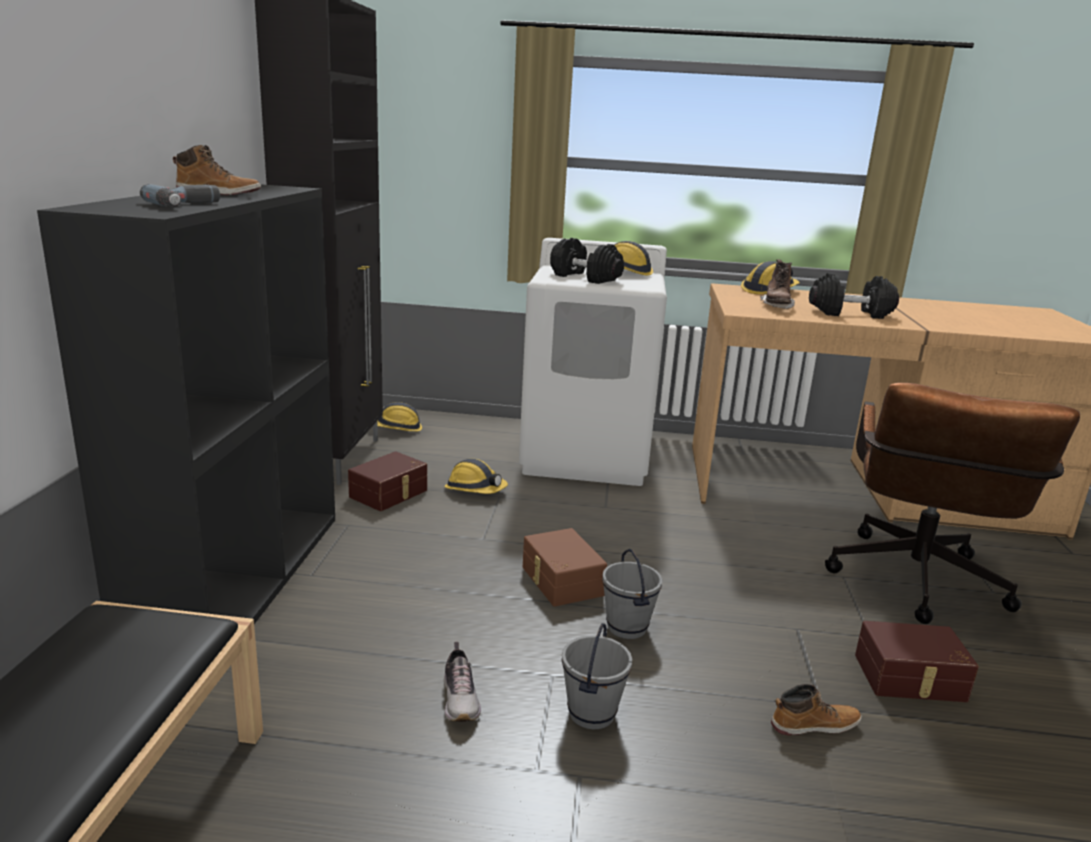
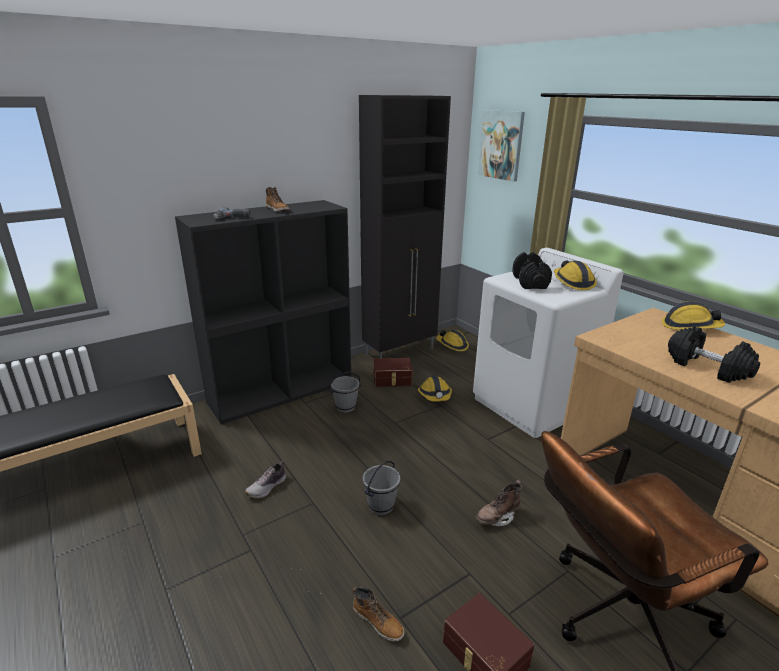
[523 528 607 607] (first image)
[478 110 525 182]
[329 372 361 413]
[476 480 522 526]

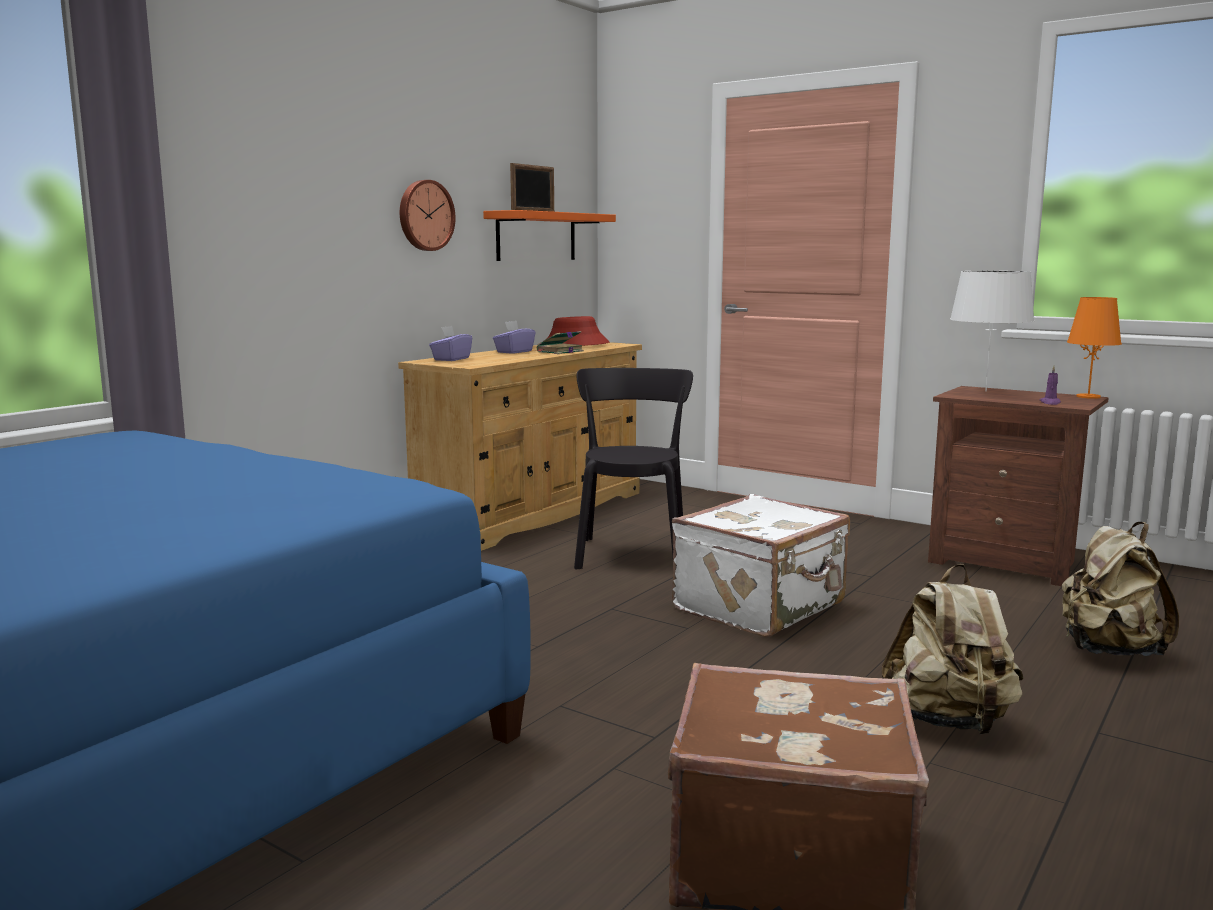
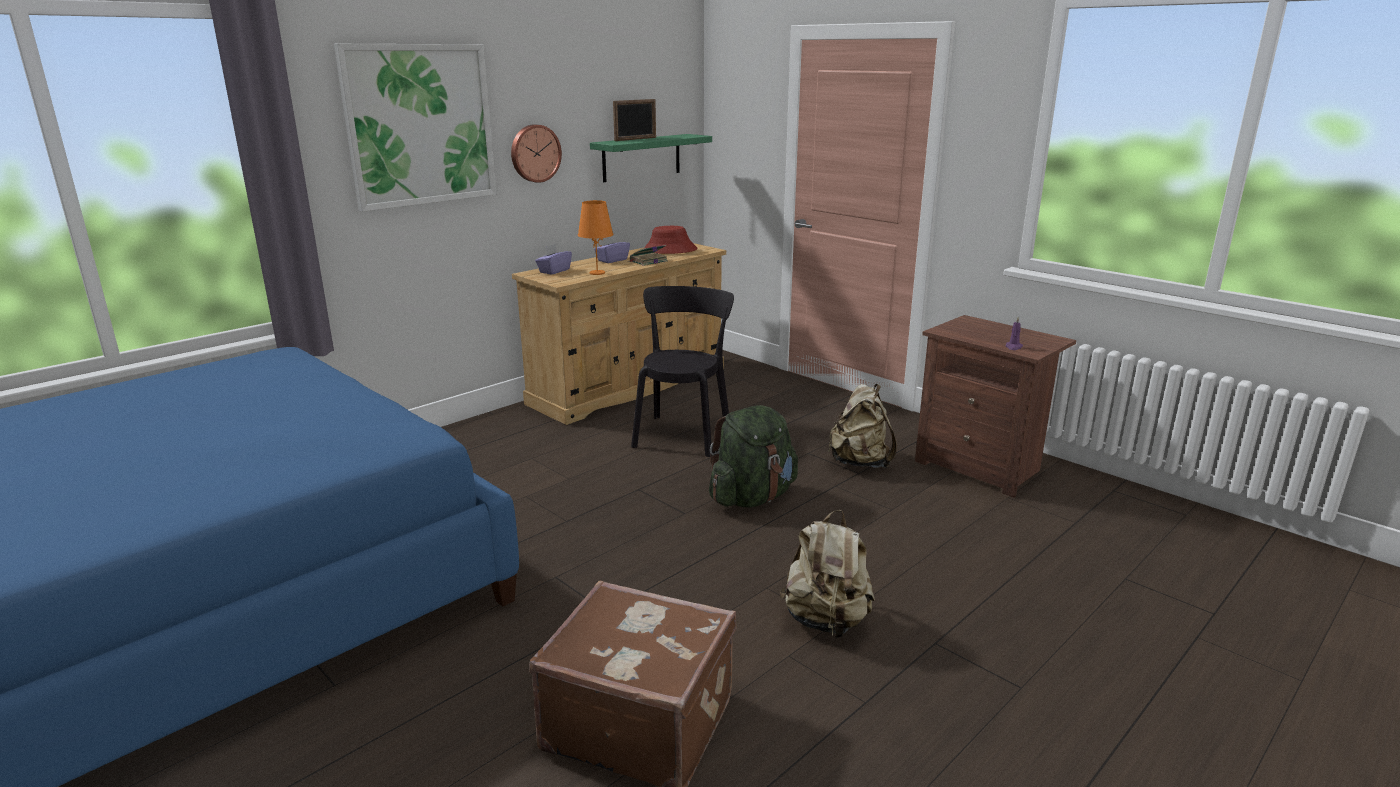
[950 271 1035 391] (first image)
[334 44 497 212]
[828 384 897 468]
[578 200 613 275]
[709 405 798 507]
[590 134 712 182]

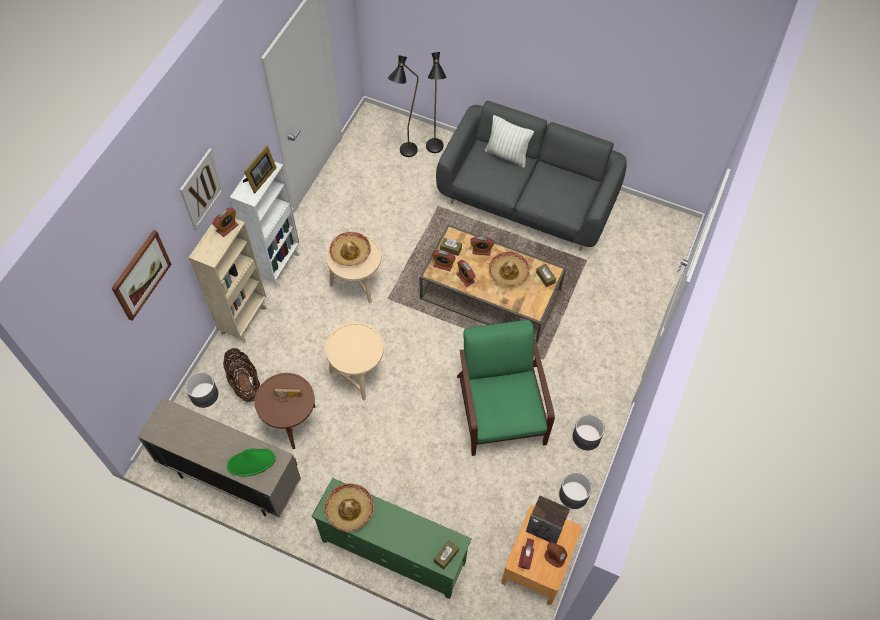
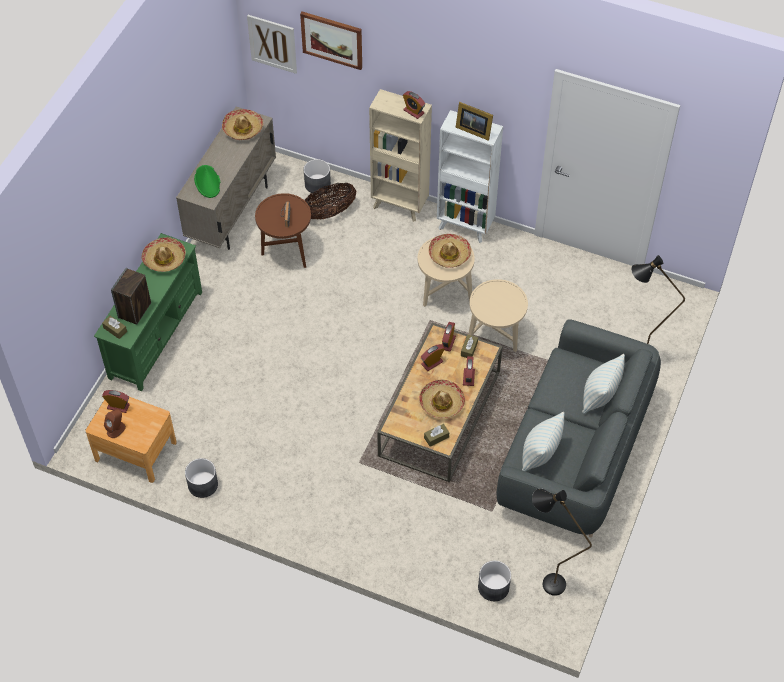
[457 320 555 456] (first image)
[222 109 263 140]
[522 412 565 471]
[247 15 297 74]
[468 279 528 352]
[532 488 592 596]
[111 268 151 325]
[478 560 511 601]

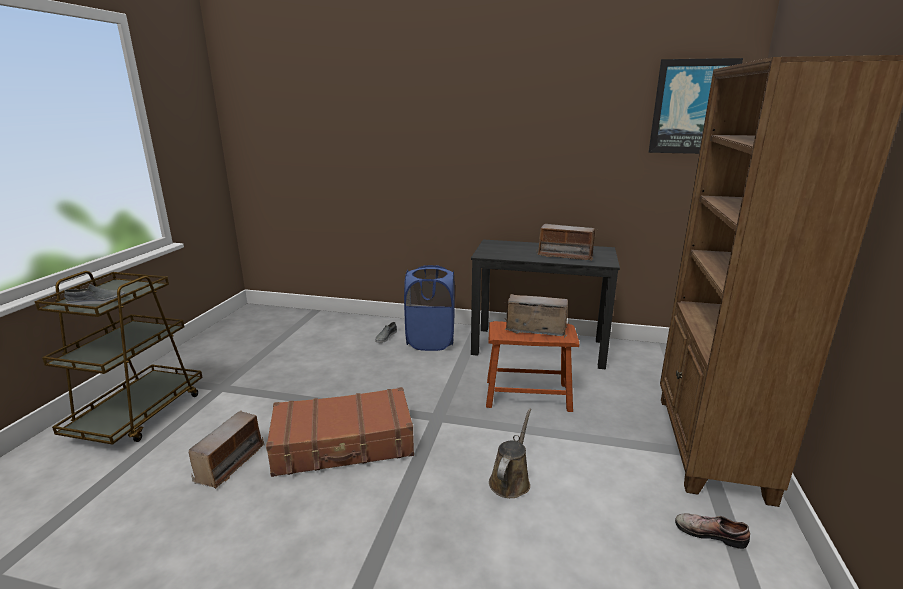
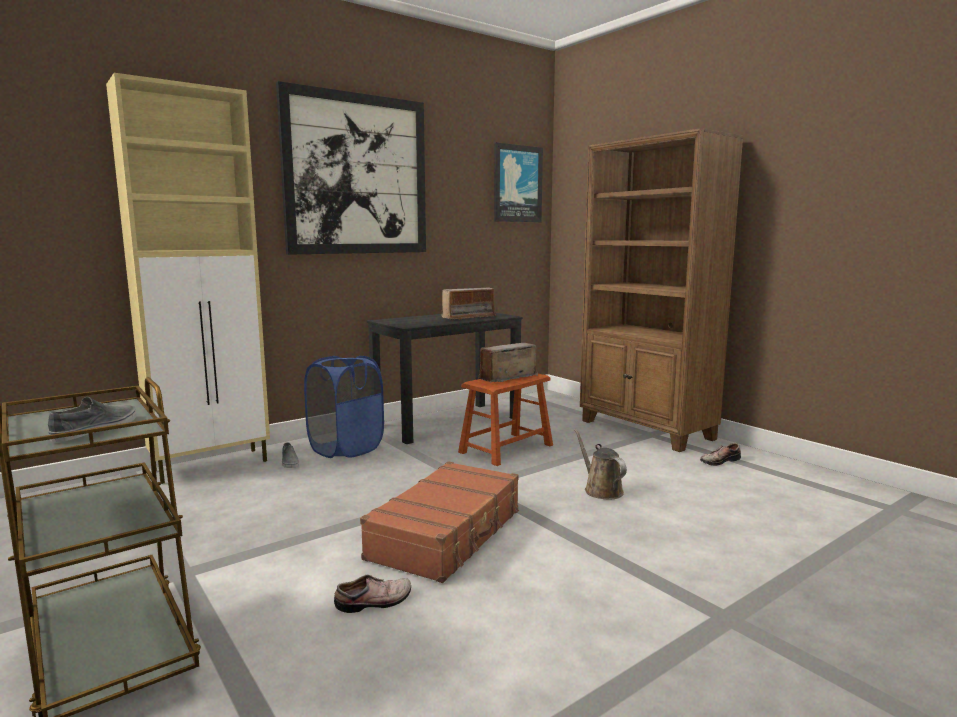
[106 73 270 484]
[276 81 426 255]
[334 575 411 613]

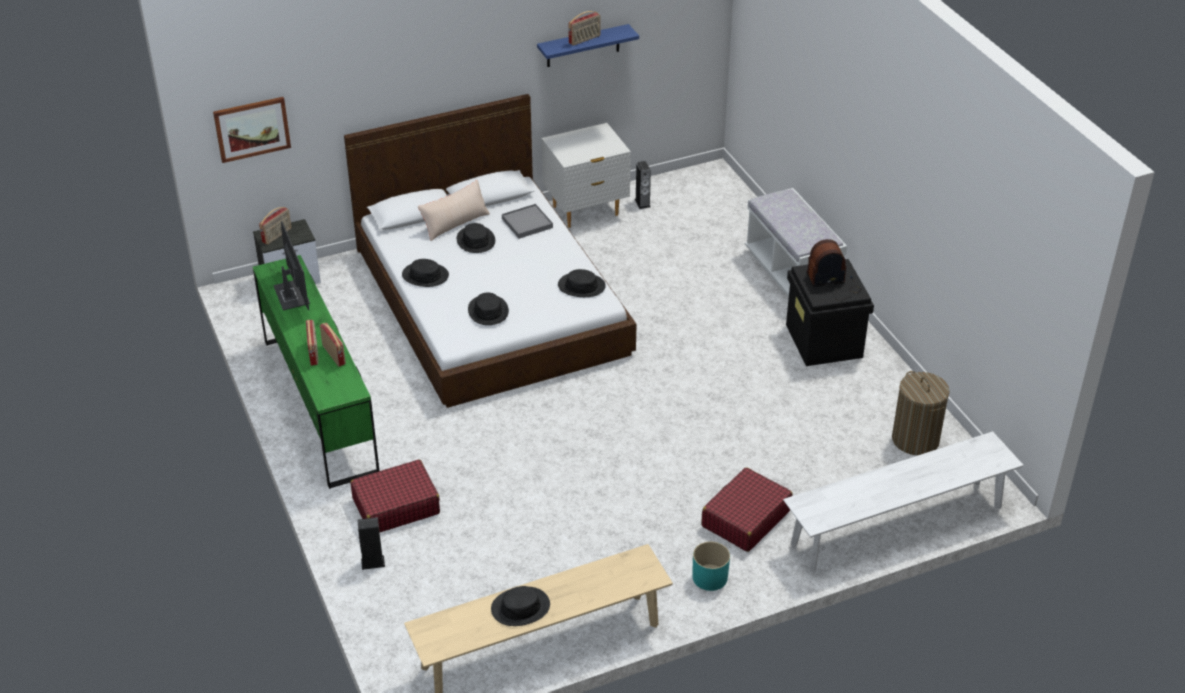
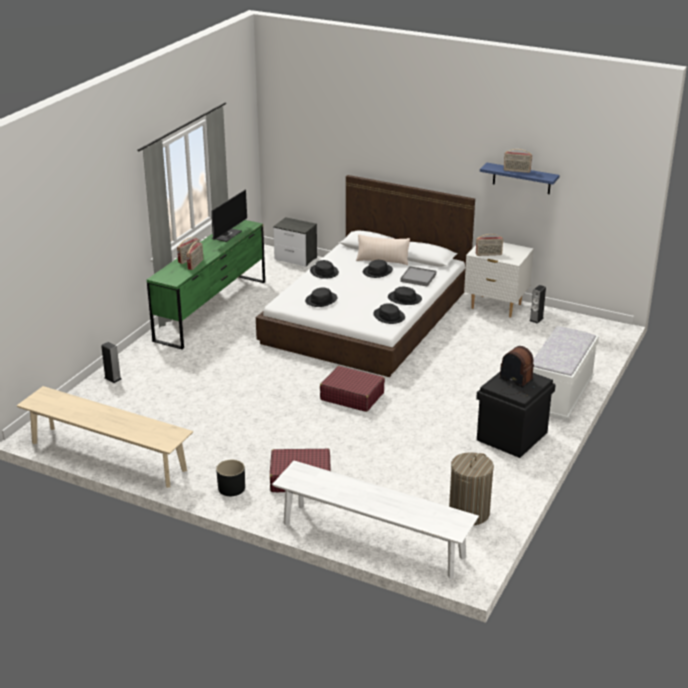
[213 97 291 163] (first image)
[476 234 503 256]
[320 366 385 412]
[388 287 422 305]
[216 460 245 496]

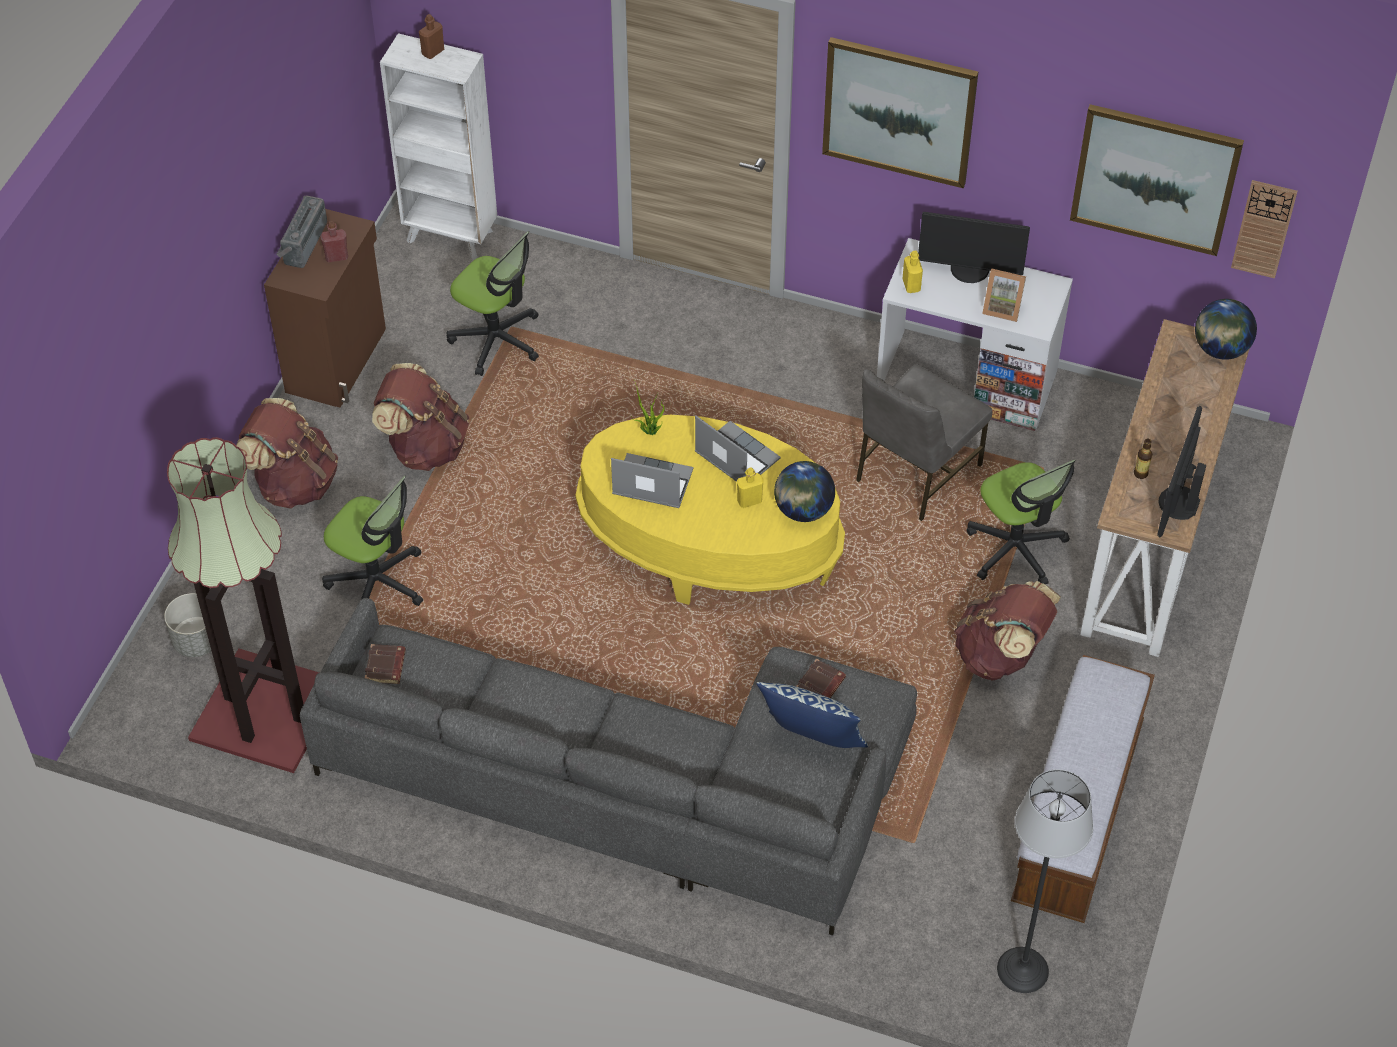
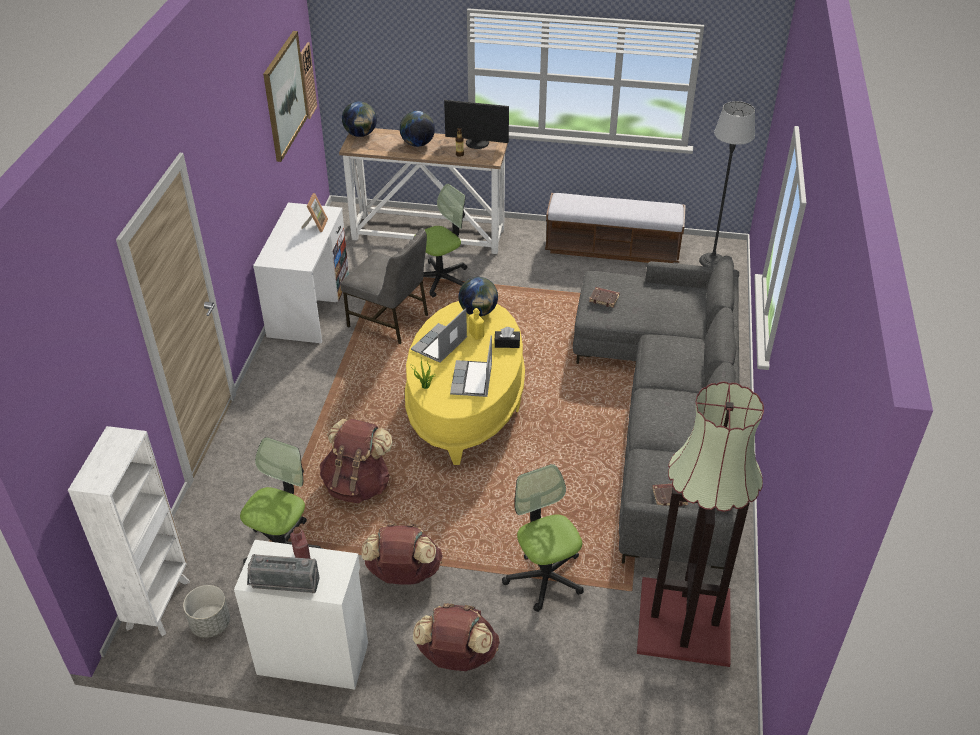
[419 14 444 59] (first image)
[756 682 868 748] (first image)
[822 37 978 188] (first image)
[902 250 923 293] (first image)
[918 212 1030 283] (first image)
[400 111 435 147]
[495 327 520 348]
[183 585 230 638]
[320 419 393 503]
[234 540 368 689]
[502 464 584 612]

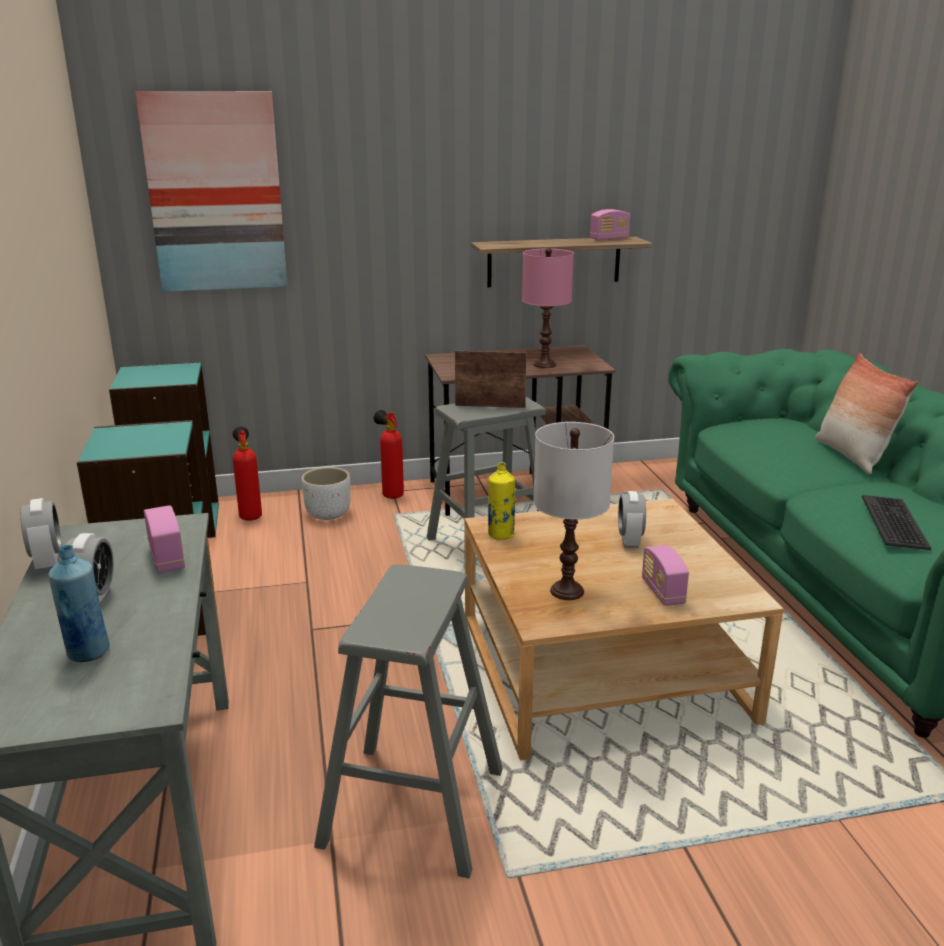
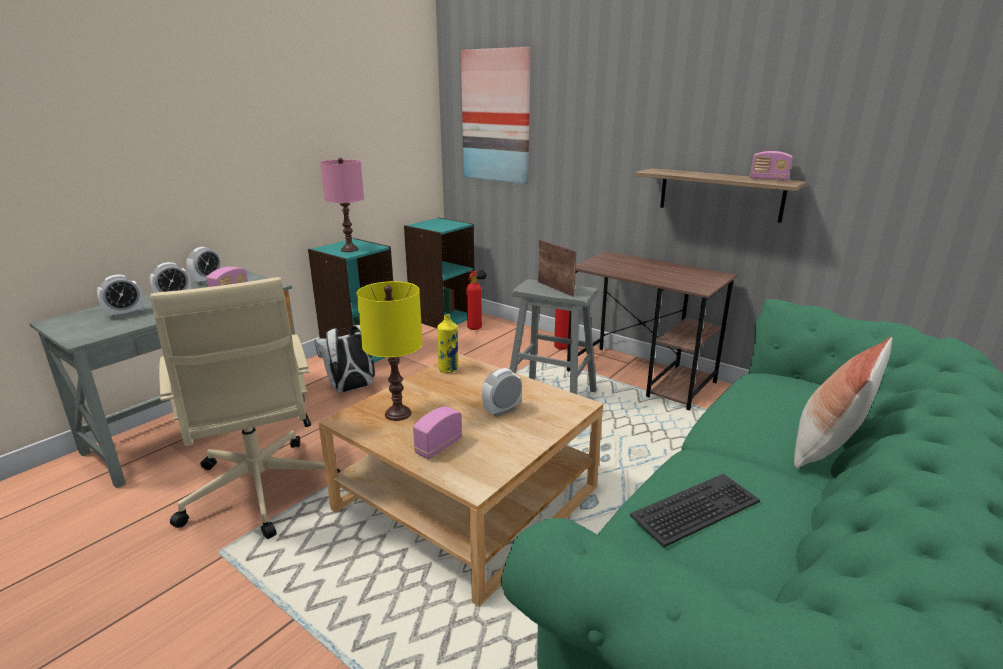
[302 467 350 520] (first image)
[315 325 375 393]
[320 158 364 252]
[97 274 144 318]
[150 277 341 539]
[357 281 423 421]

